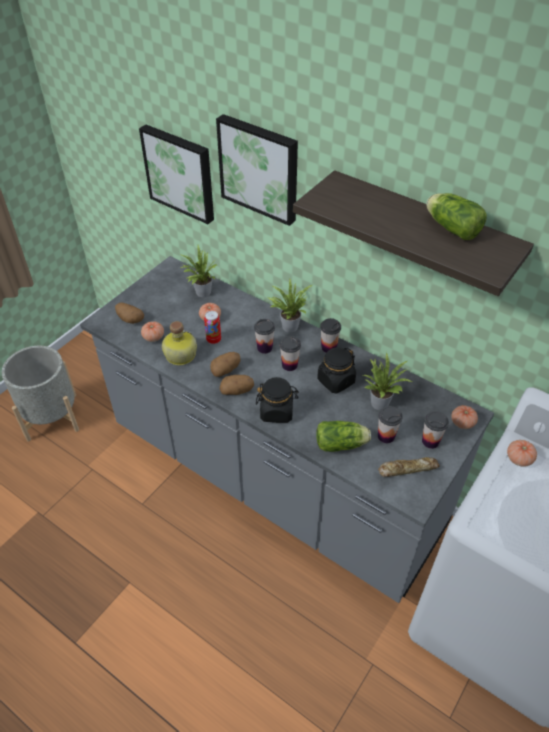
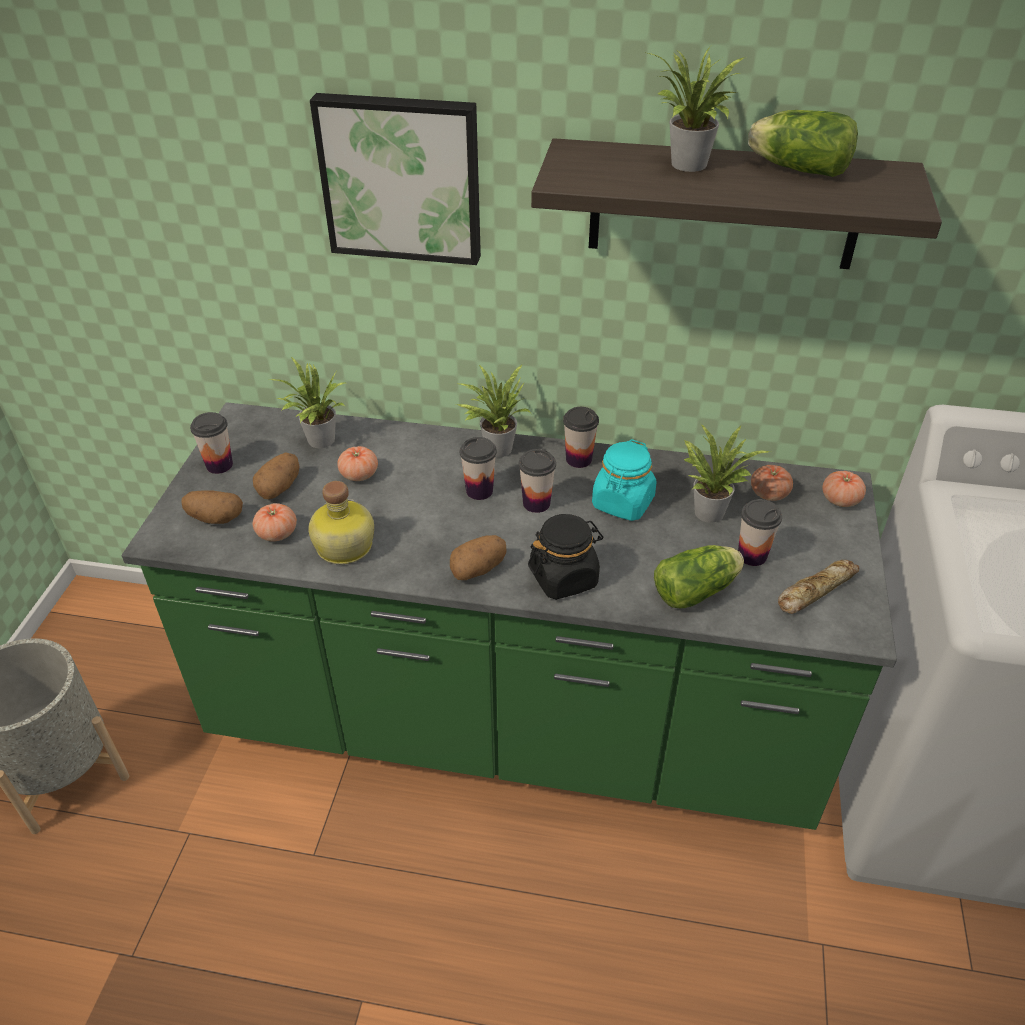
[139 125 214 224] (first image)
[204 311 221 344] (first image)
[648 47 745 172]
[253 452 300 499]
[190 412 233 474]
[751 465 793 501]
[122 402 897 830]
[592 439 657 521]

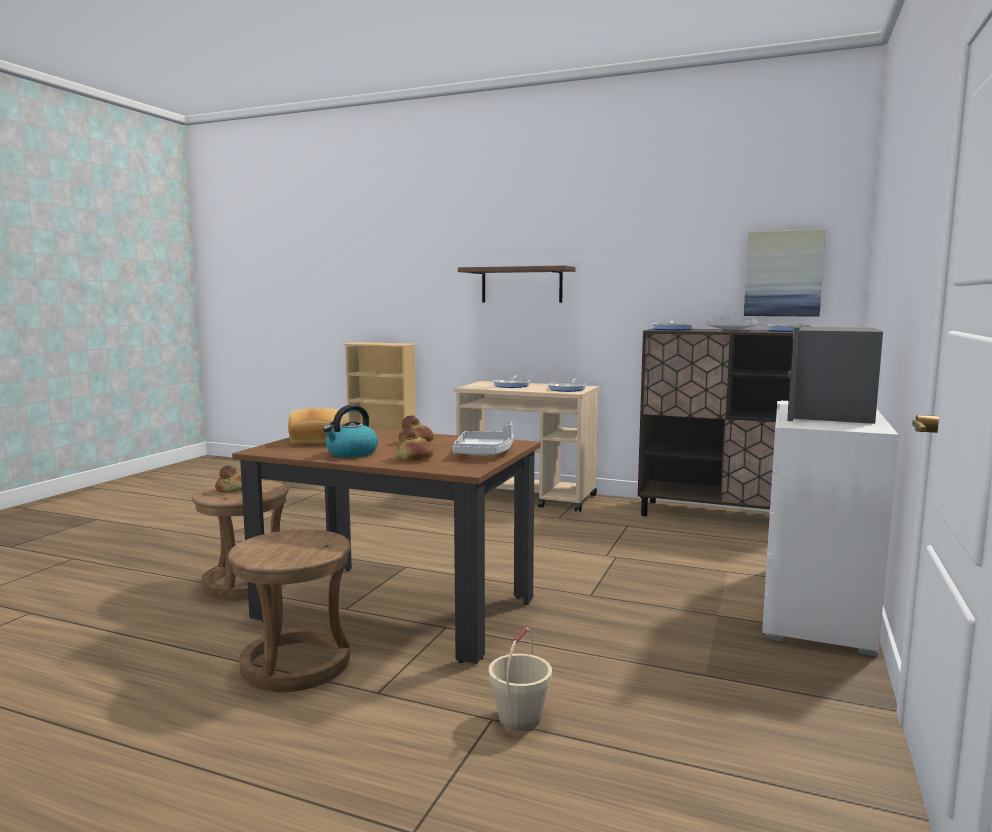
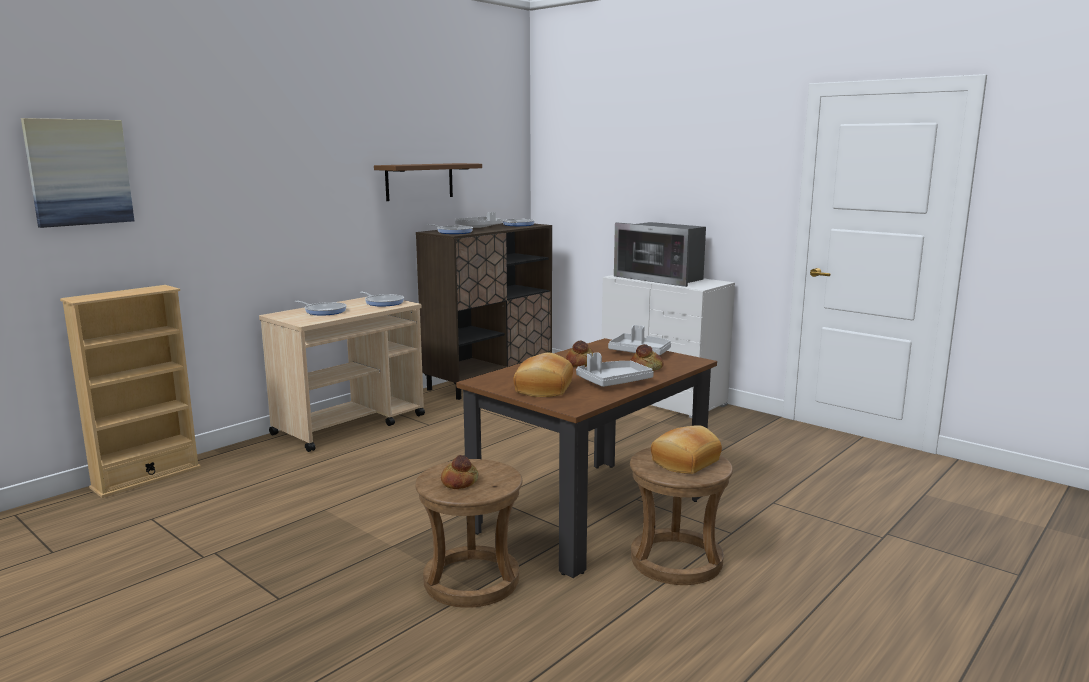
[489 627 552 731] (first image)
[651 425 722 474]
[374 163 482 201]
[21 118 134 228]
[576 352 654 387]

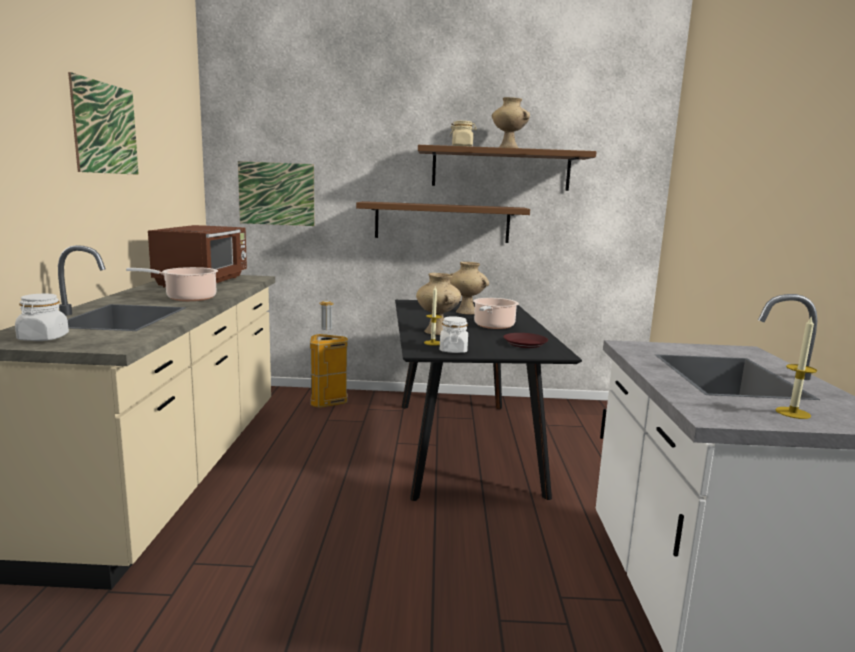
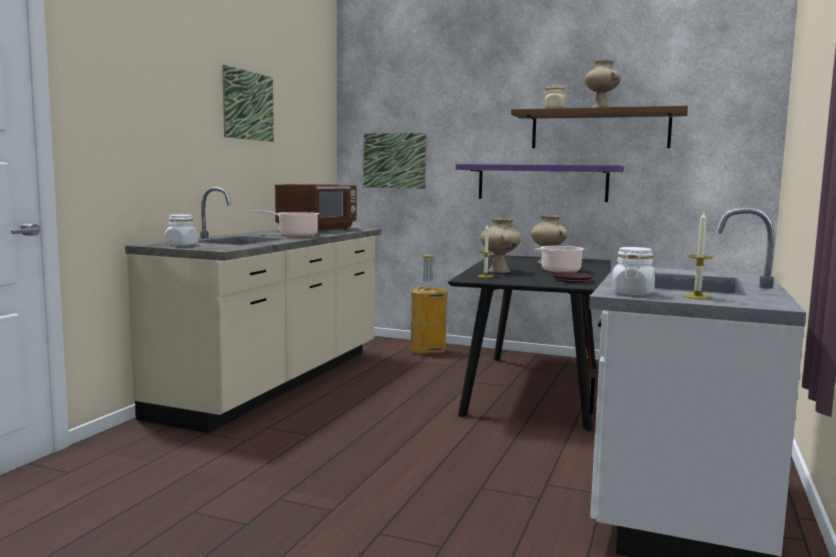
[612 247 655 295]
[456 164 624 202]

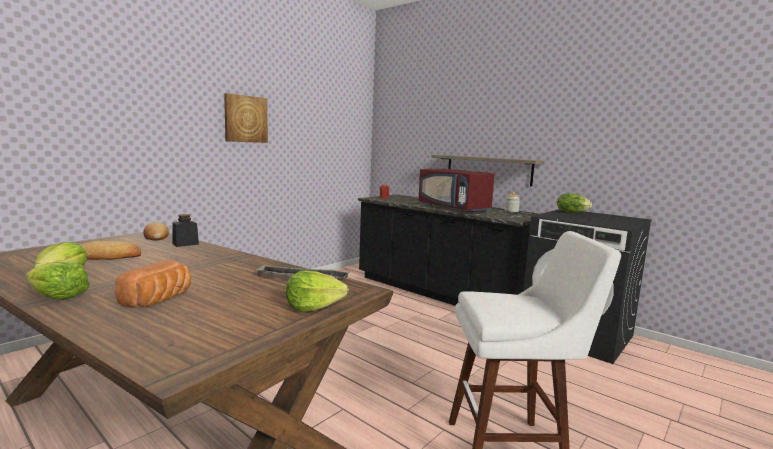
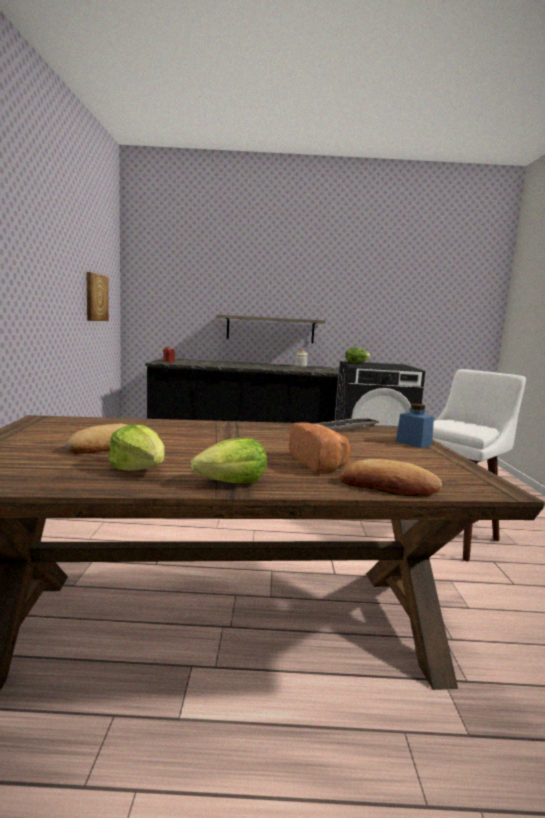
[172 214 199 247] (first image)
[418 169 495 214] (first image)
[340 459 442 496]
[86 272 109 321]
[396 404 434 448]

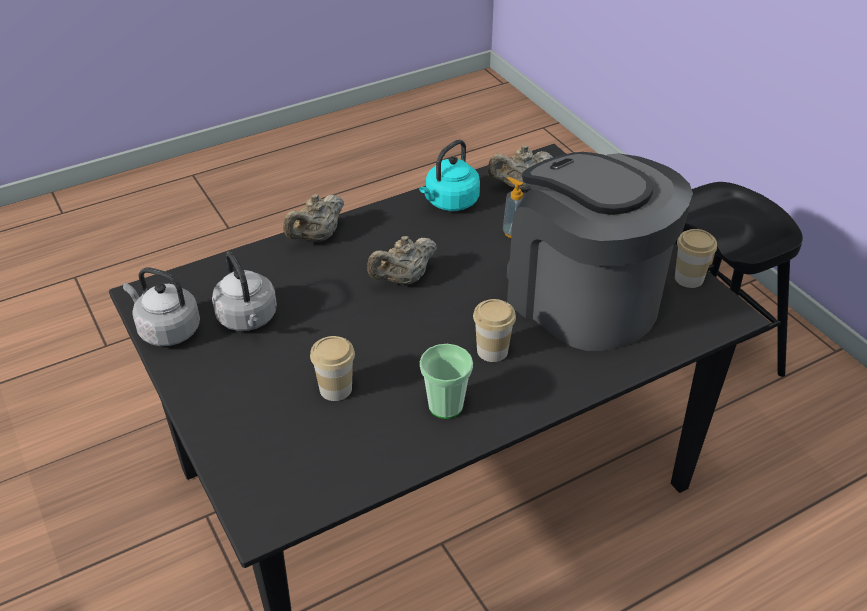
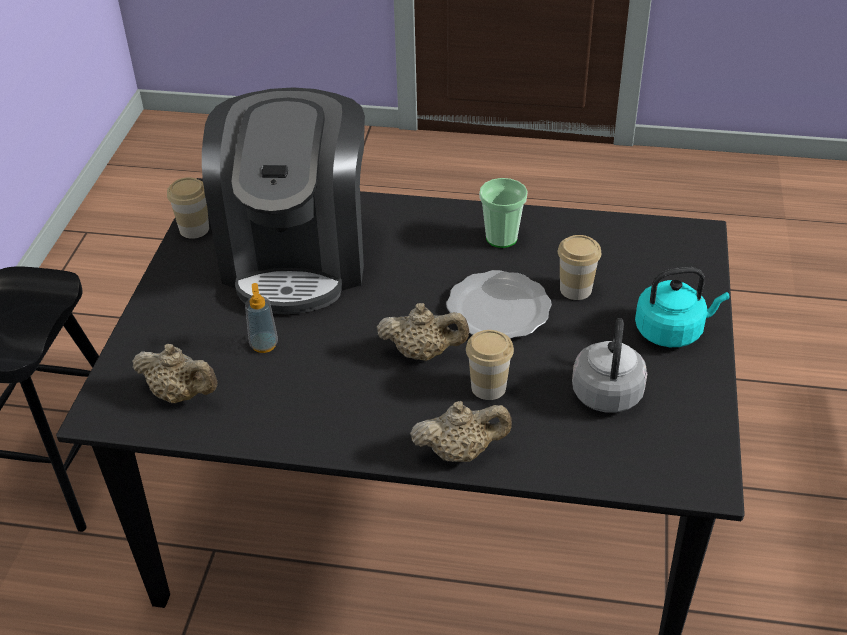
[123 267 200 346] (first image)
[446 270 552 339]
[635 267 729 347]
[466 330 514 400]

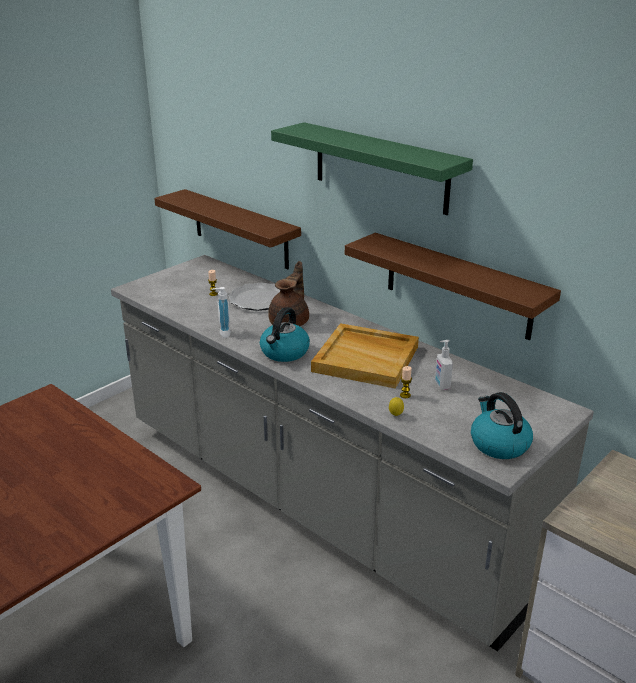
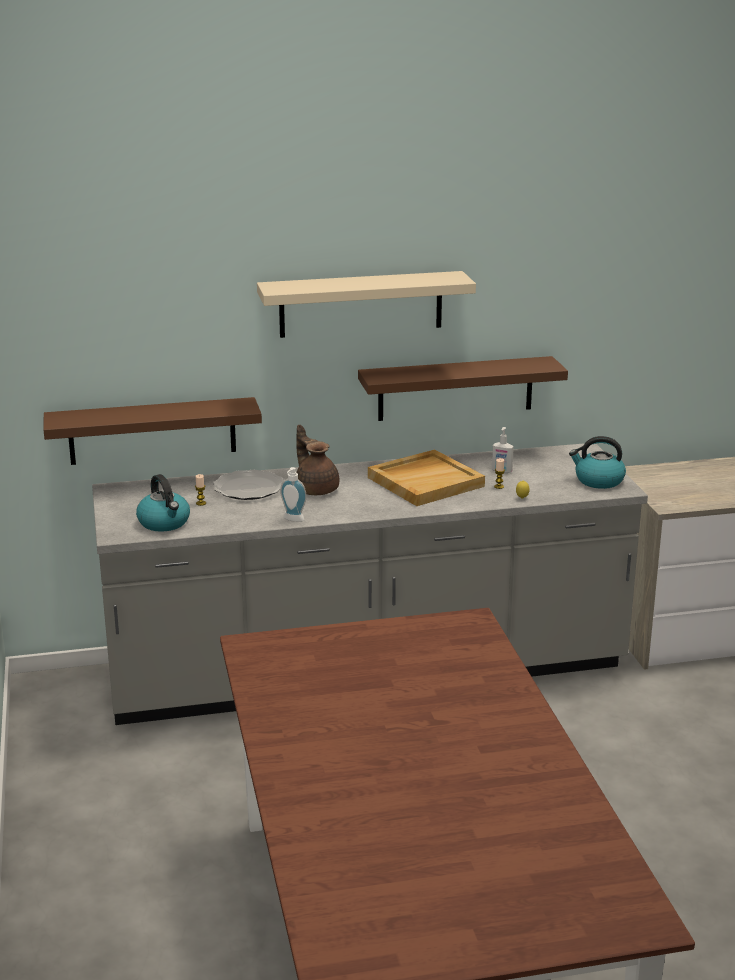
[136 474 190 532]
[257 271 476 338]

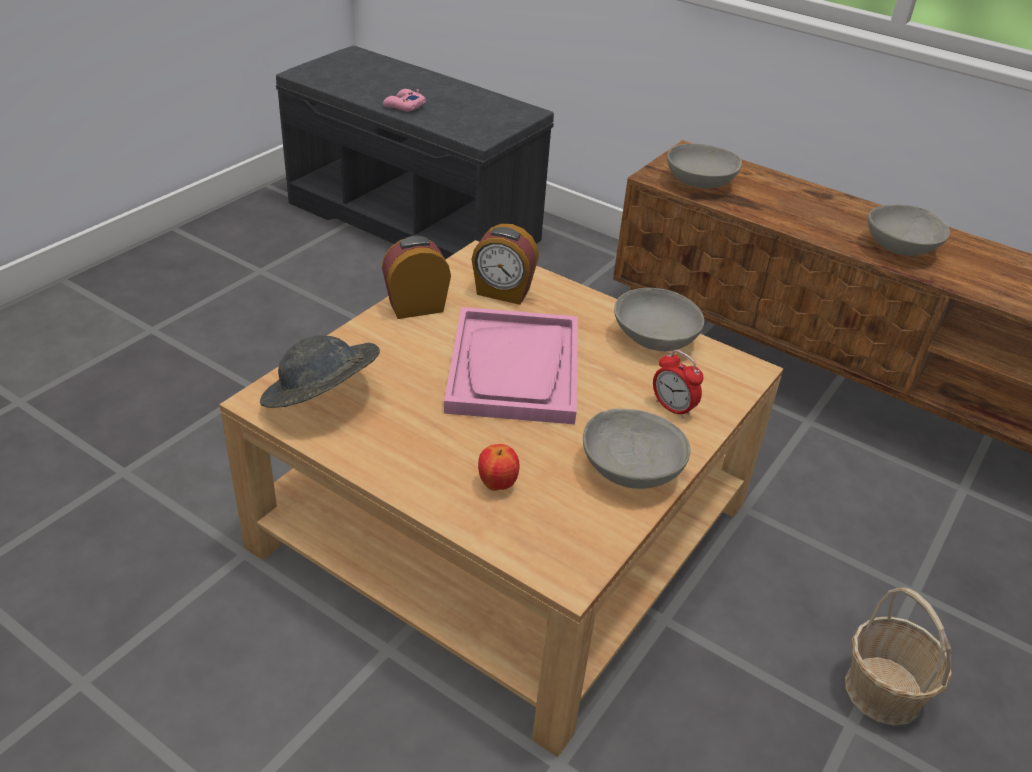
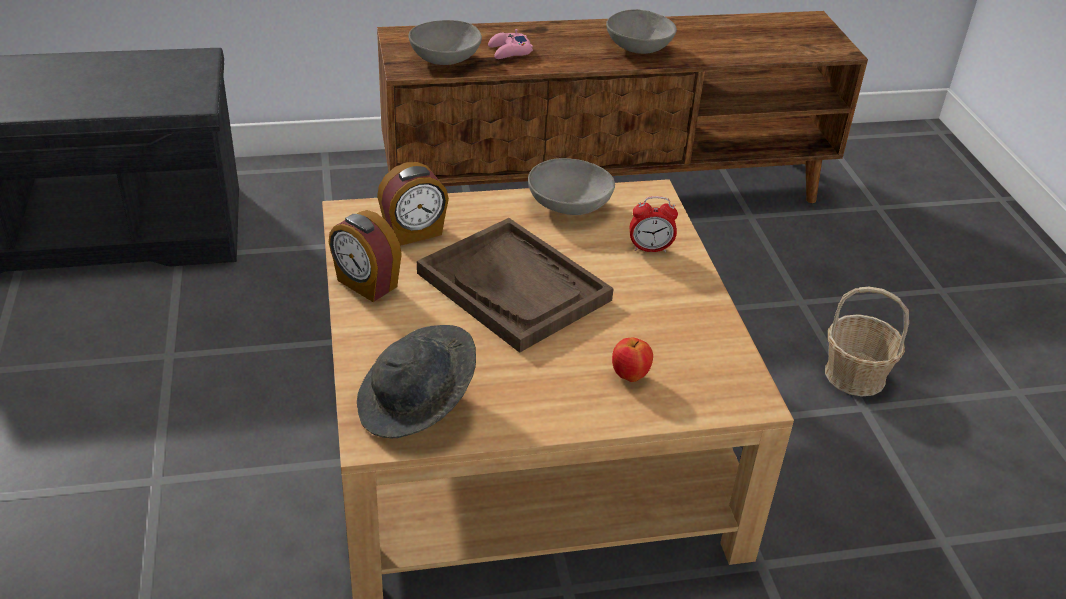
[583 409 691 489] (first image)
[488 29 533 59]
[417 218 614 353]
[329 210 402 302]

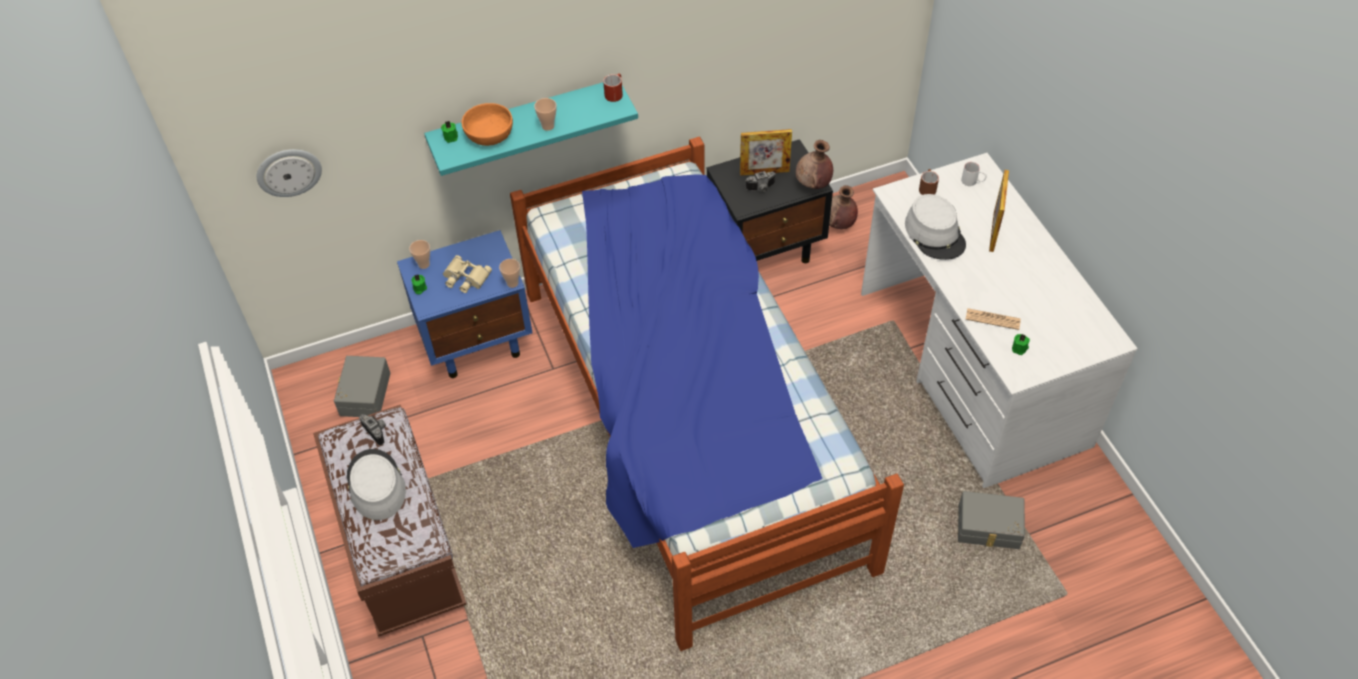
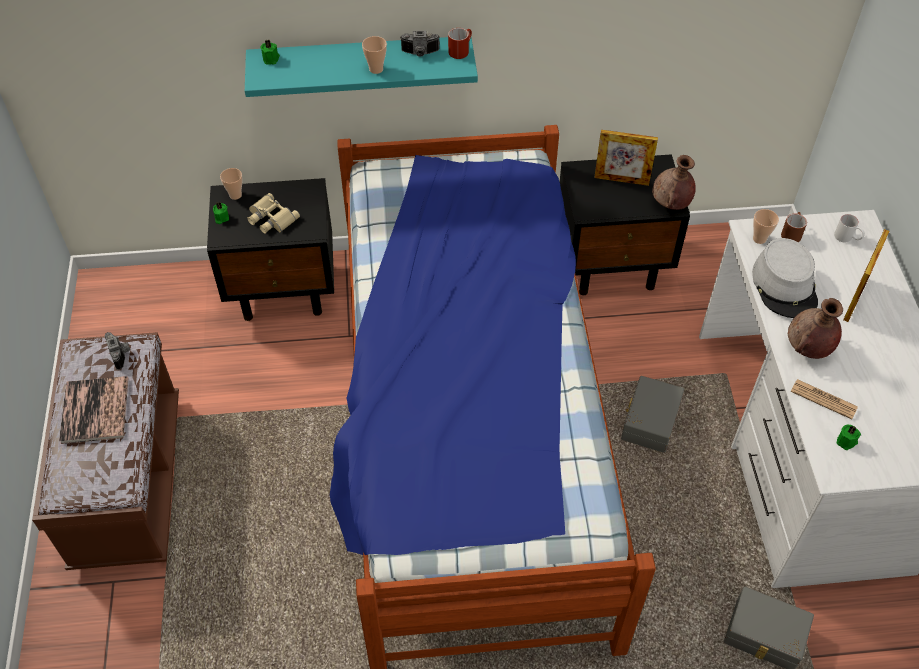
[257 149 322 197] (first image)
[462 103 513 146] (first image)
[621 376 684 453]
[753 209 779 244]
[400 31 440 57]
[788 298 843 359]
[59 376 128 444]
[207 178 334 321]

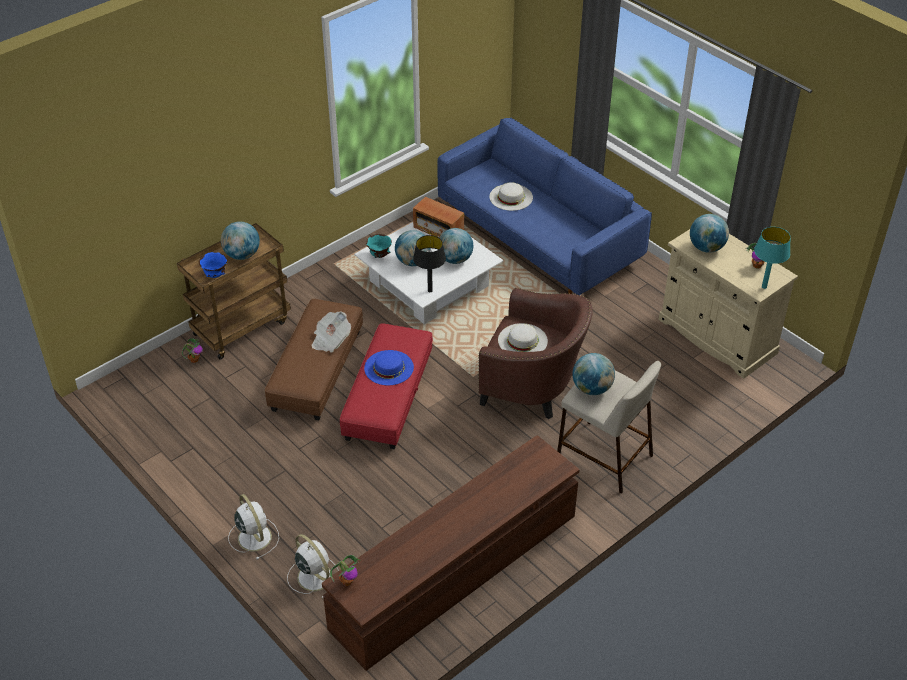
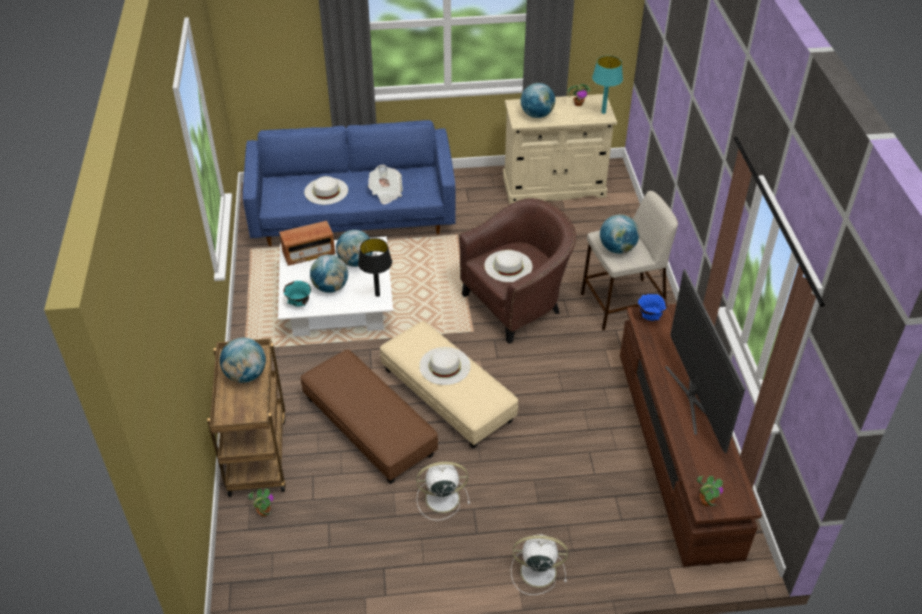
[665 269 745 453]
[638 294 668 321]
[416 462 470 521]
[368 165 403 205]
[380 321 518 449]
[419 347 471 385]

